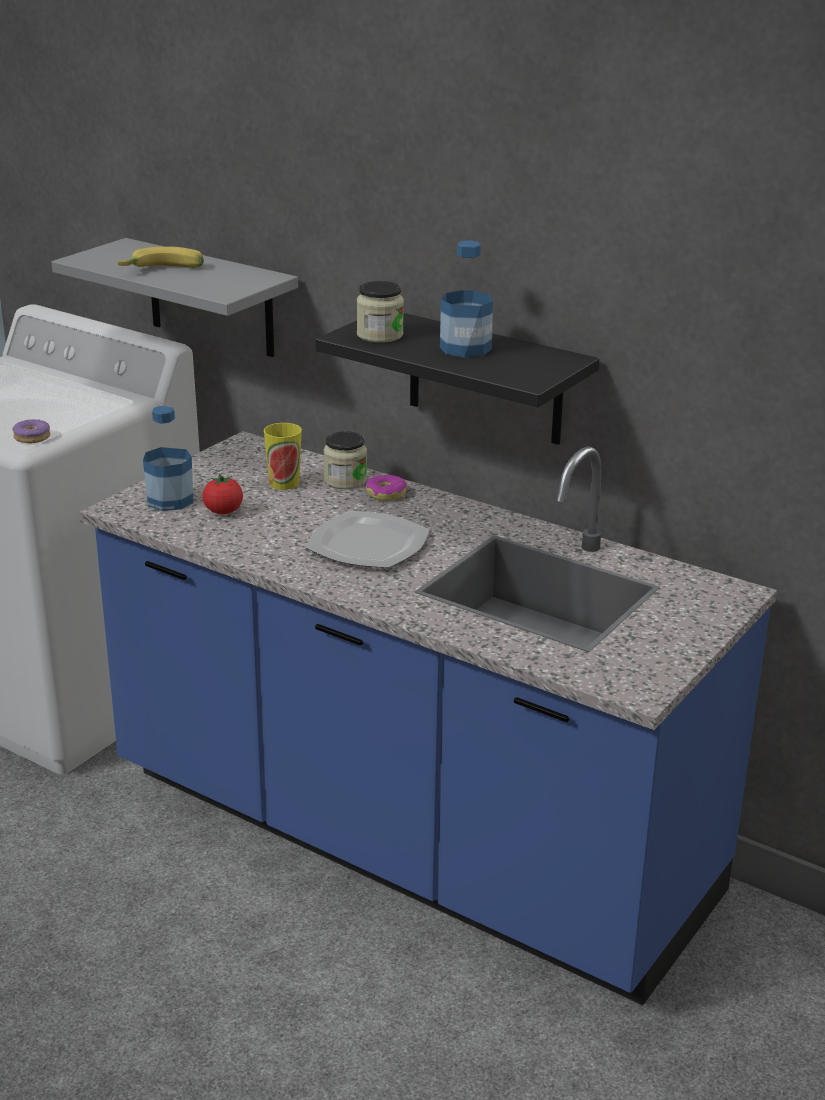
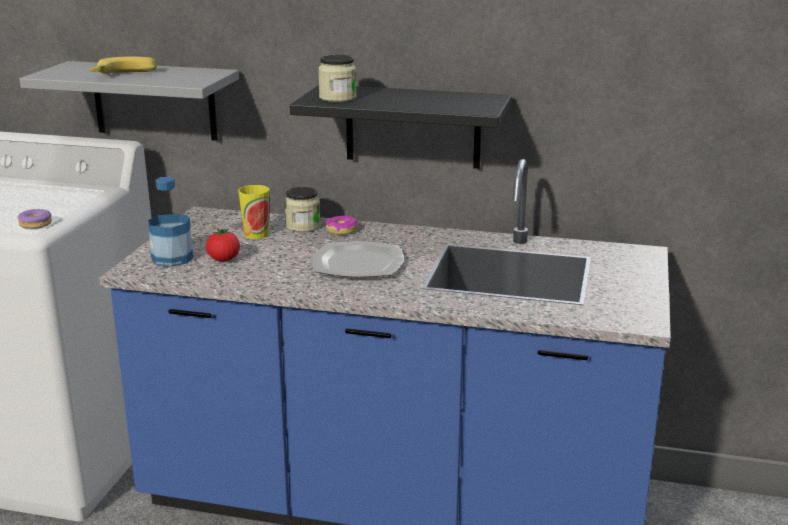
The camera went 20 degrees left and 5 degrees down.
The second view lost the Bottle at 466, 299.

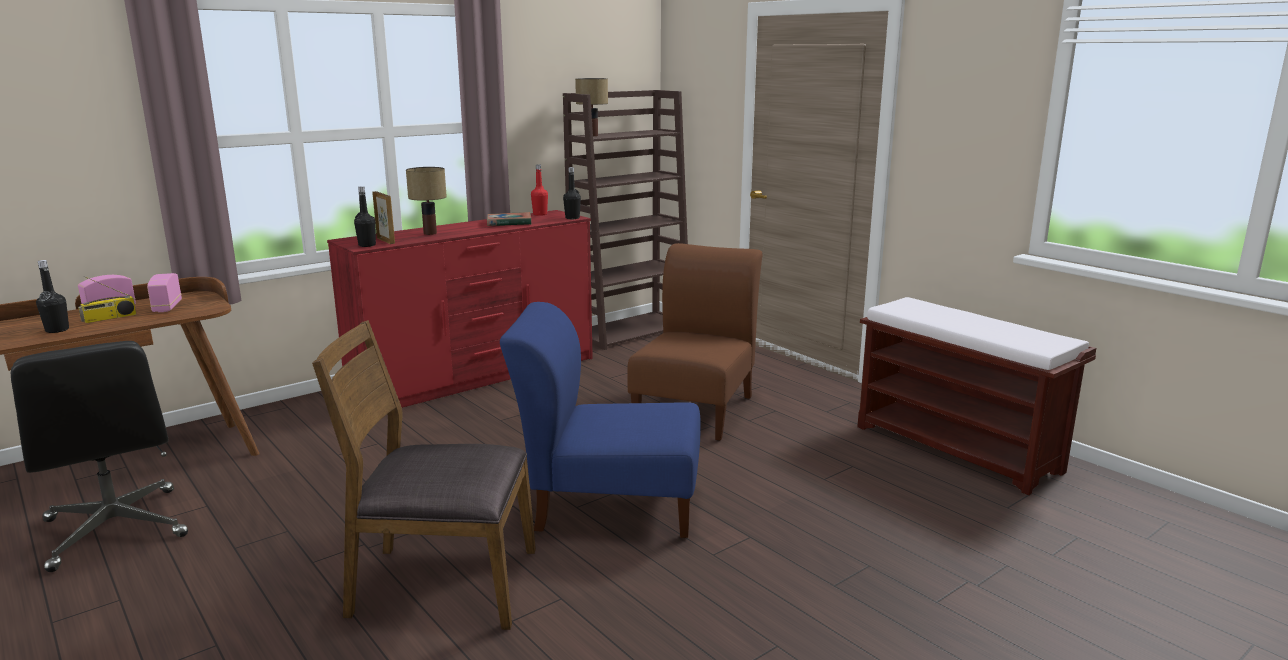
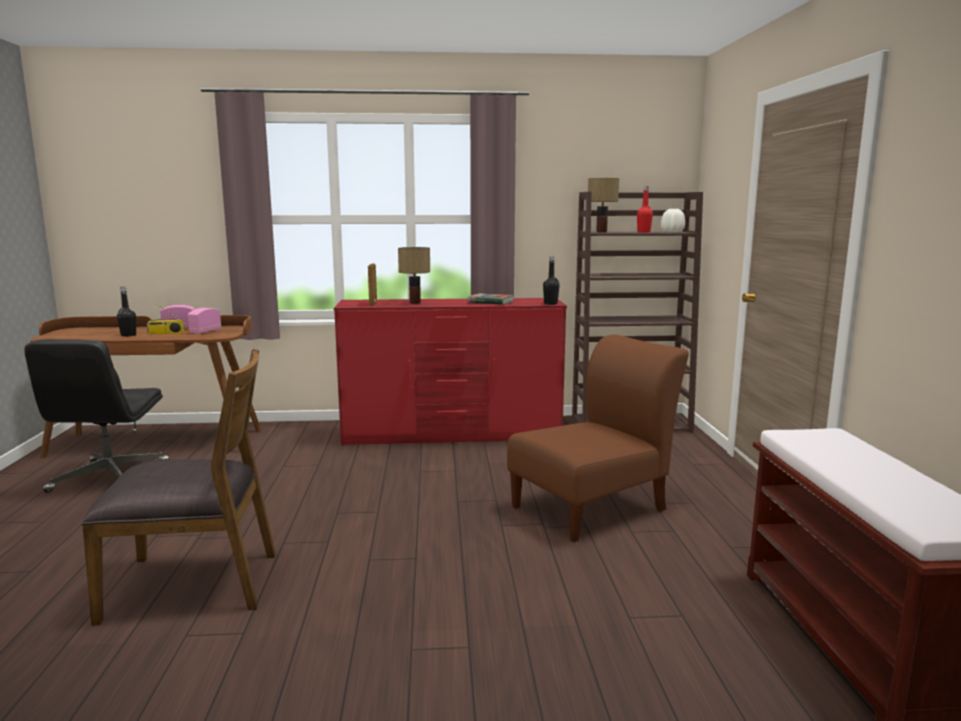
The camera went 35 degrees right and 5 degrees down.
The BrownChair at 424, 475 ended up facing another way, 135 degrees clockwise from before.
The second view lost the BlackBottle at 365, 216.
The second view lost the BlueChair at 600, 420.
The RedBottle ended up elsewhere, having gone from 539, 190 to 645, 209.
The second view gained the WhiteVase at 673, 220.

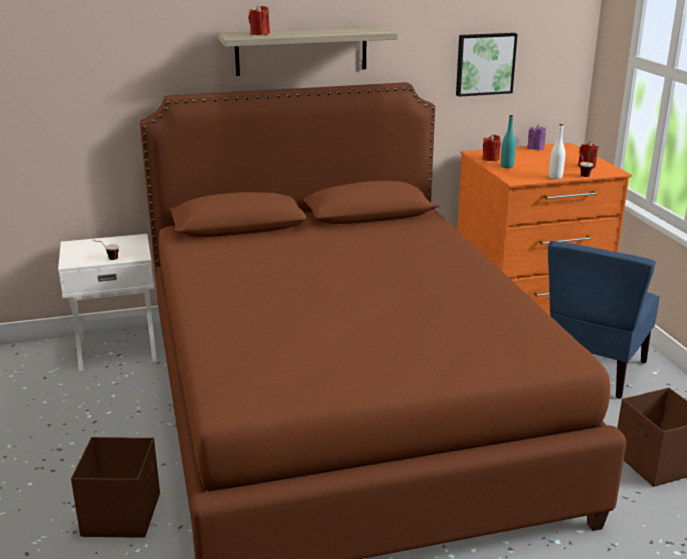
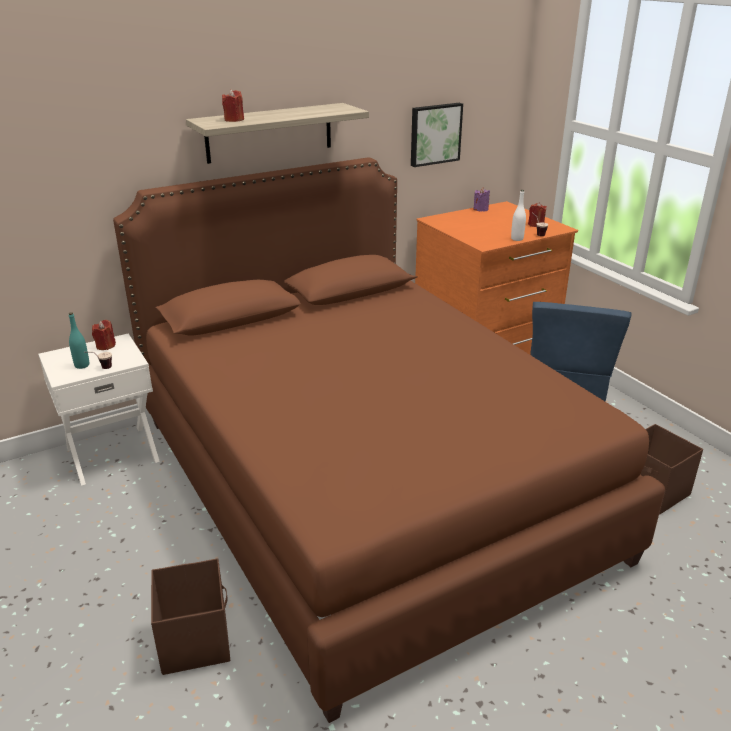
The camera went 15 degrees left and 5 degrees up.
The RedCandle ended up elsewhere, having gone from 491, 147 to 104, 335.
The TurquoiseBottle ended up elsewhere, having gone from 508, 141 to 79, 340.

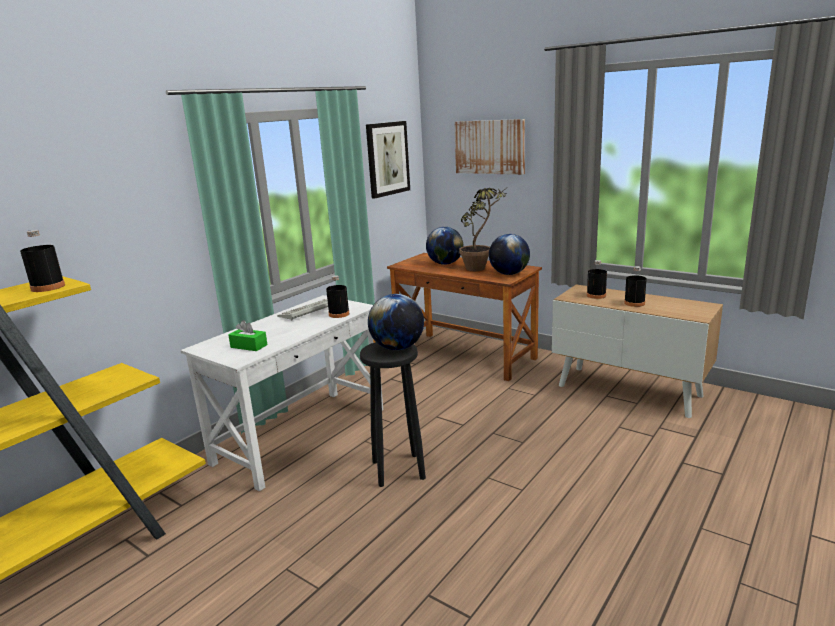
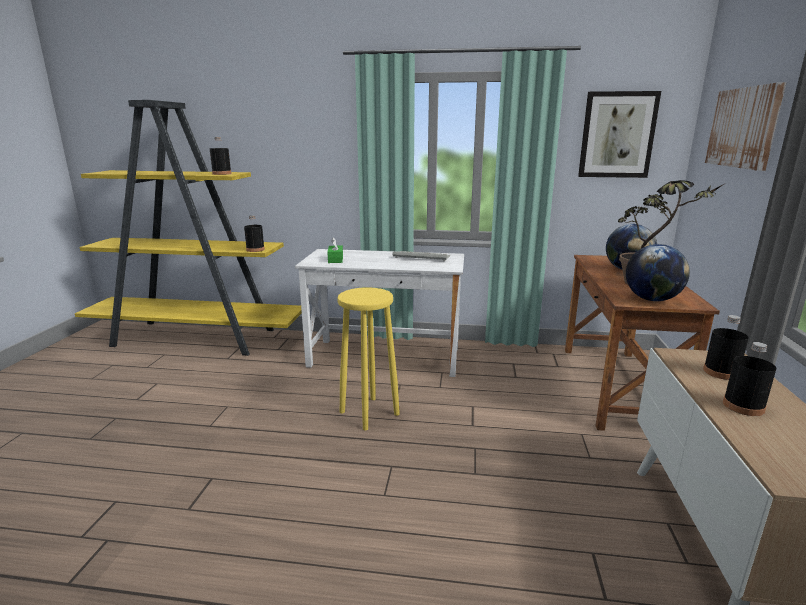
The camera went 60 degrees right and 0 degrees up.
The BlackBottle ended up elsewhere, having gone from 338, 296 to 254, 233.
What was the BlackStool at 393, 414 turned into the YellowStool at 368, 358.
The second view lost the Globe at 396, 322.

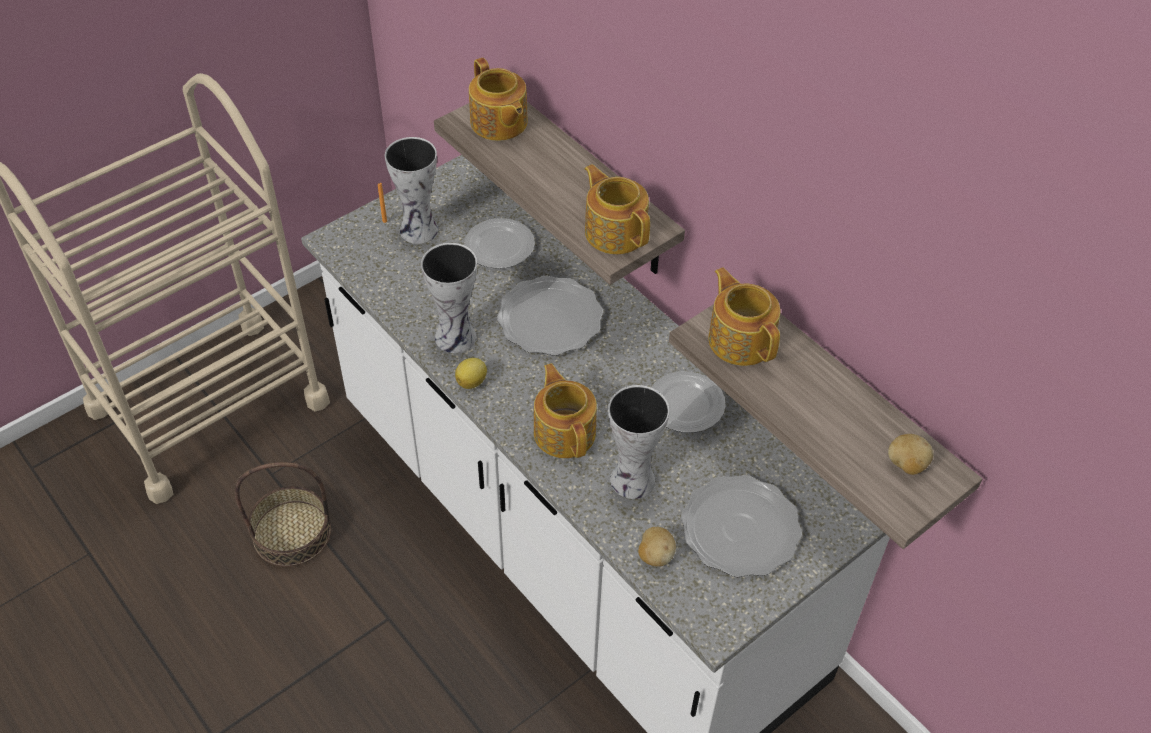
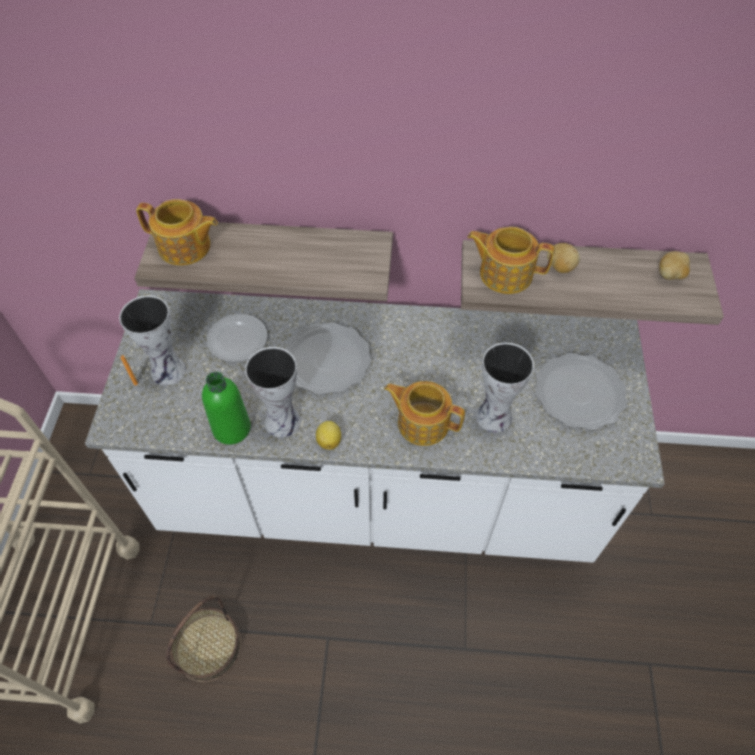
The camera went 45 degrees left and 5 degrees up.
The second view lost the Teapot at 617, 209.
The Potato ended up elsewhere, having gone from 657, 547 to 563, 258.
The second view lost the Plate at 688, 402.
The second view gained the GreenBottle at 226, 408.

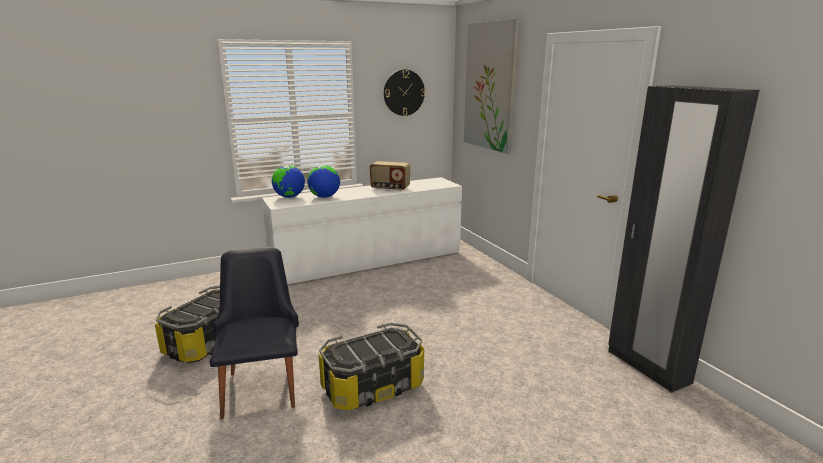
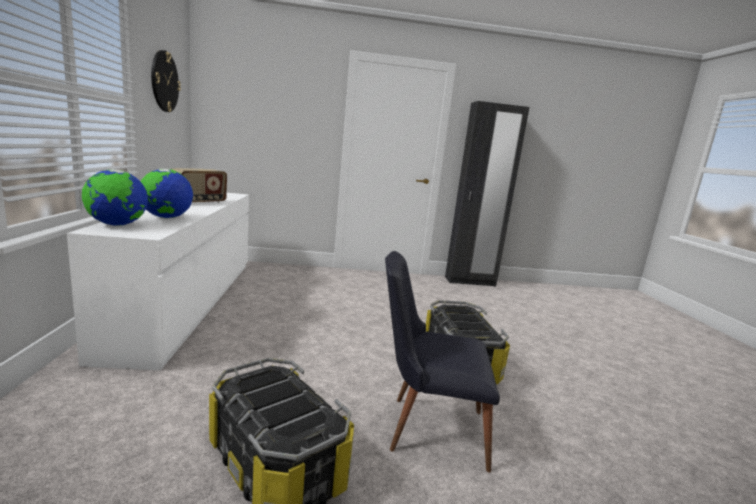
The camera went 70 degrees left and 5 degrees down.
The second view lost the Picture at 492, 86.

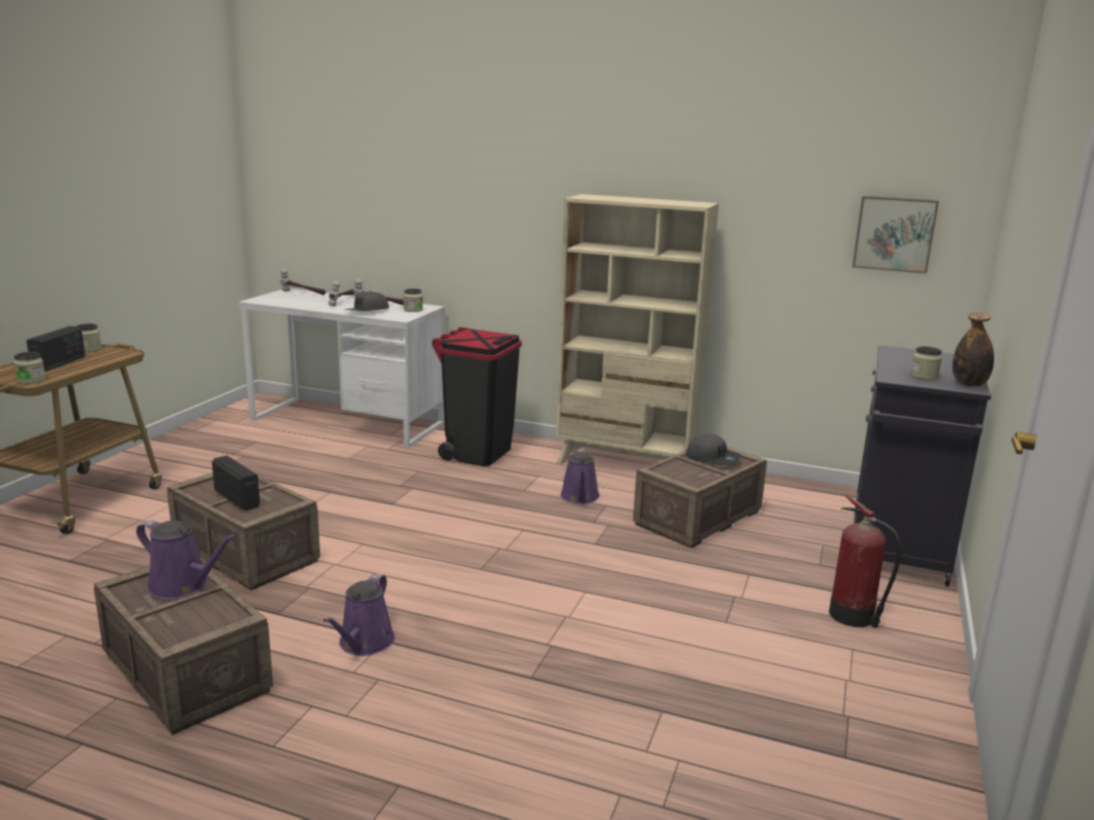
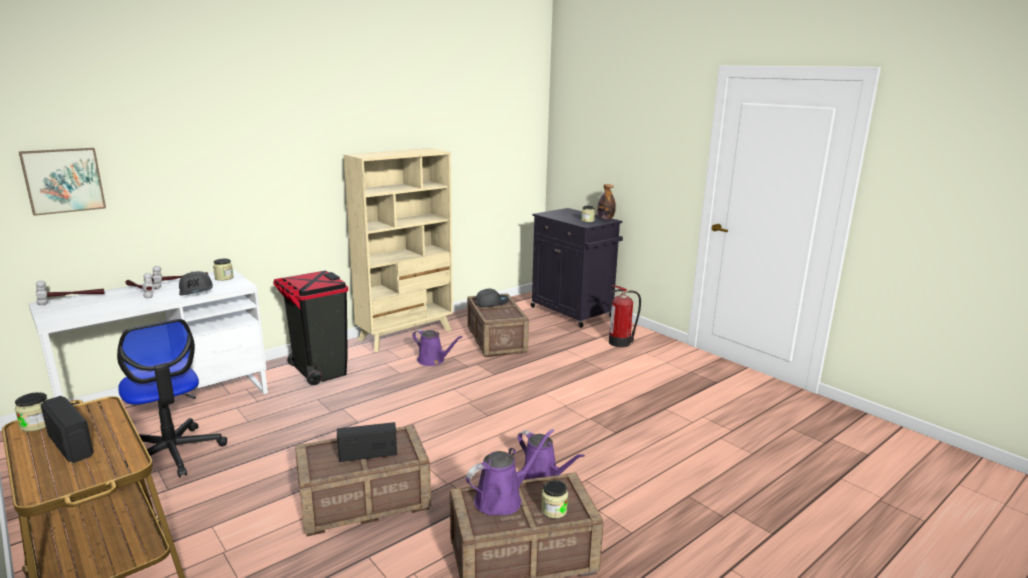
The camera went 60 degrees left and 0 degrees up.
The Jar ended up elsewhere, having gone from 30, 368 to 554, 499.
The Picture ended up elsewhere, having gone from 895, 235 to 62, 182.
The second view gained the OfficeChair at 172, 398.

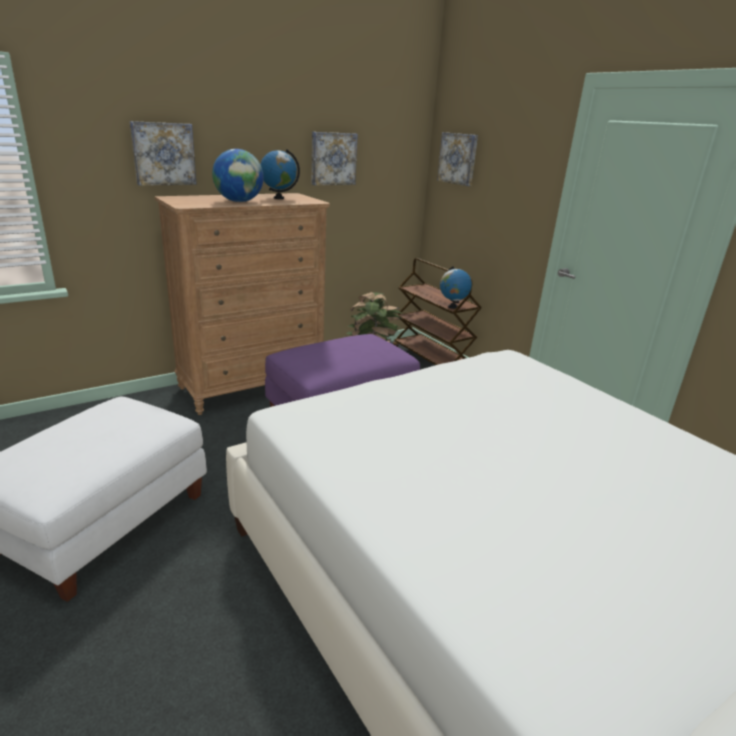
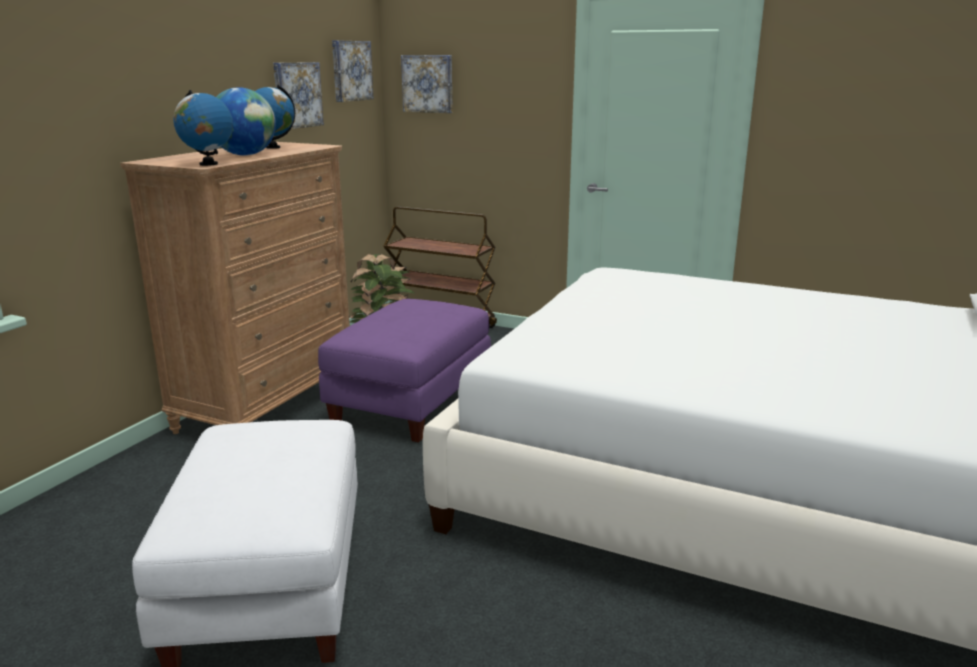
The camera went 30 degrees left and 5 degrees down.
The Picture ended up elsewhere, having gone from 163, 153 to 353, 71.
The Globe ended up elsewhere, having gone from 456, 287 to 203, 128.

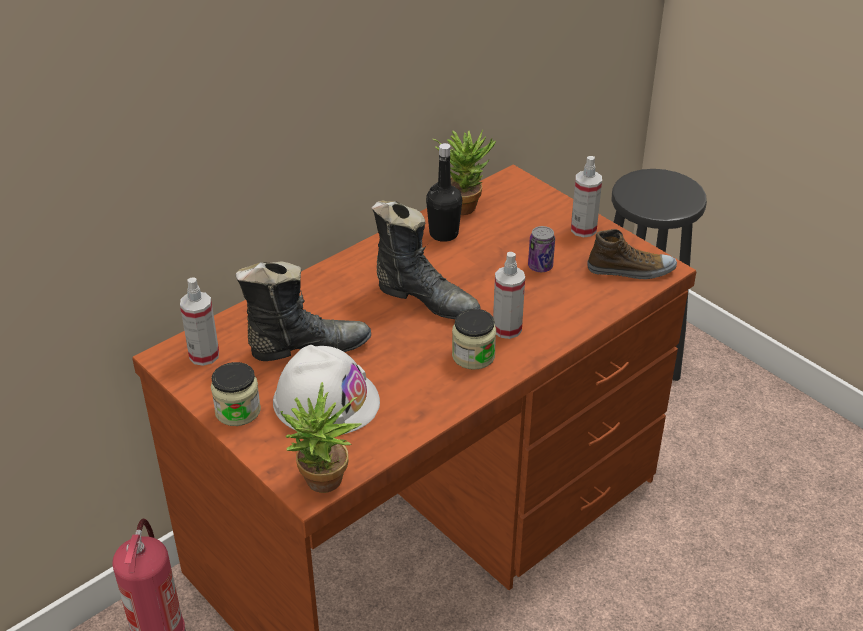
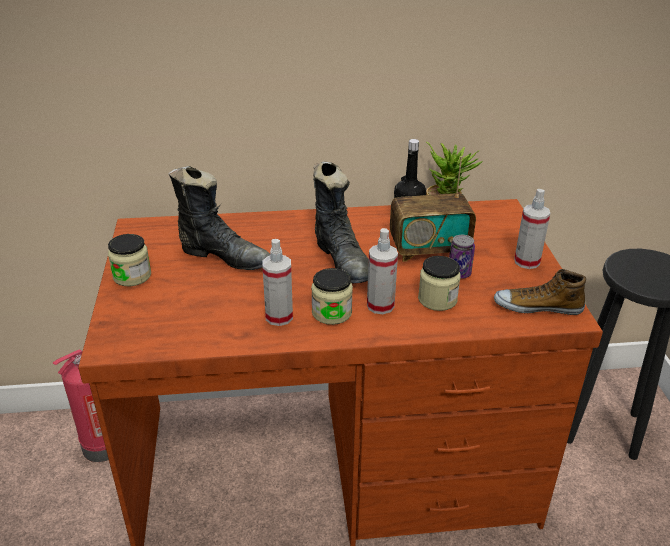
The camera went 35 degrees right and 5 degrees down.
The SprayBottle ended up elsewhere, having gone from 199, 321 to 277, 282.
The second view lost the WhiteHardHat at 326, 390.
The second view lost the PottedPlant at 320, 437.
The Shoe at 632, 254 ended up facing another way, 150 degrees clockwise from before.
The second view gained the Radio at 433, 209.
The second view gained the Jar at 439, 283.

